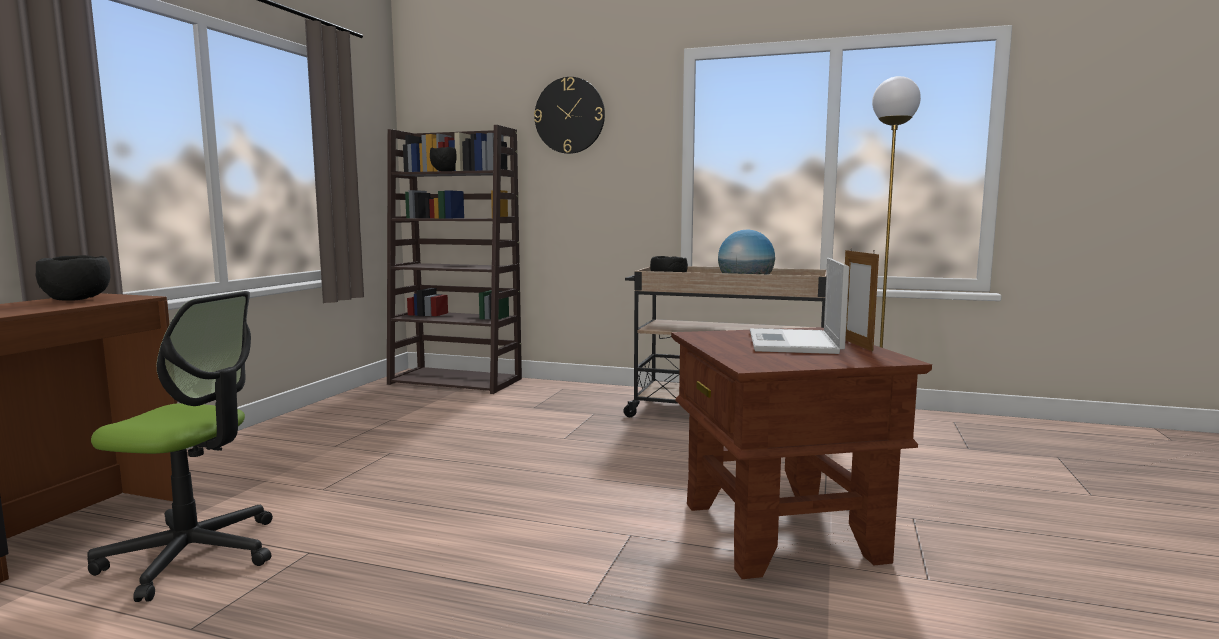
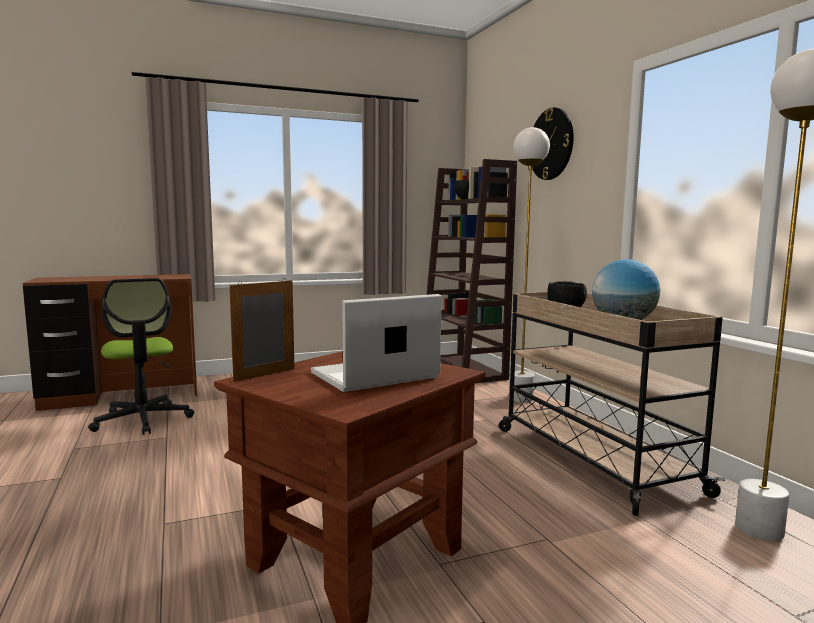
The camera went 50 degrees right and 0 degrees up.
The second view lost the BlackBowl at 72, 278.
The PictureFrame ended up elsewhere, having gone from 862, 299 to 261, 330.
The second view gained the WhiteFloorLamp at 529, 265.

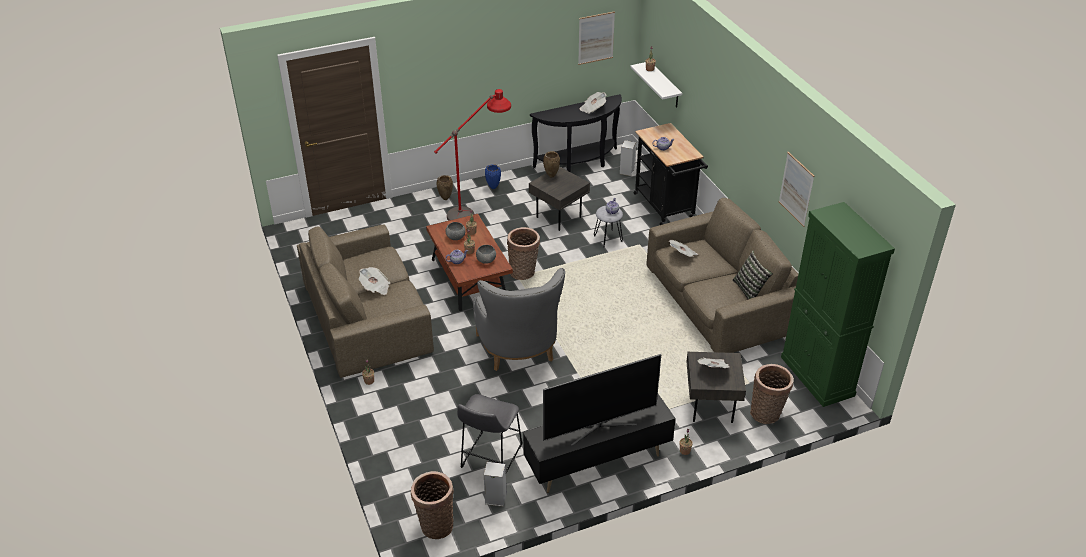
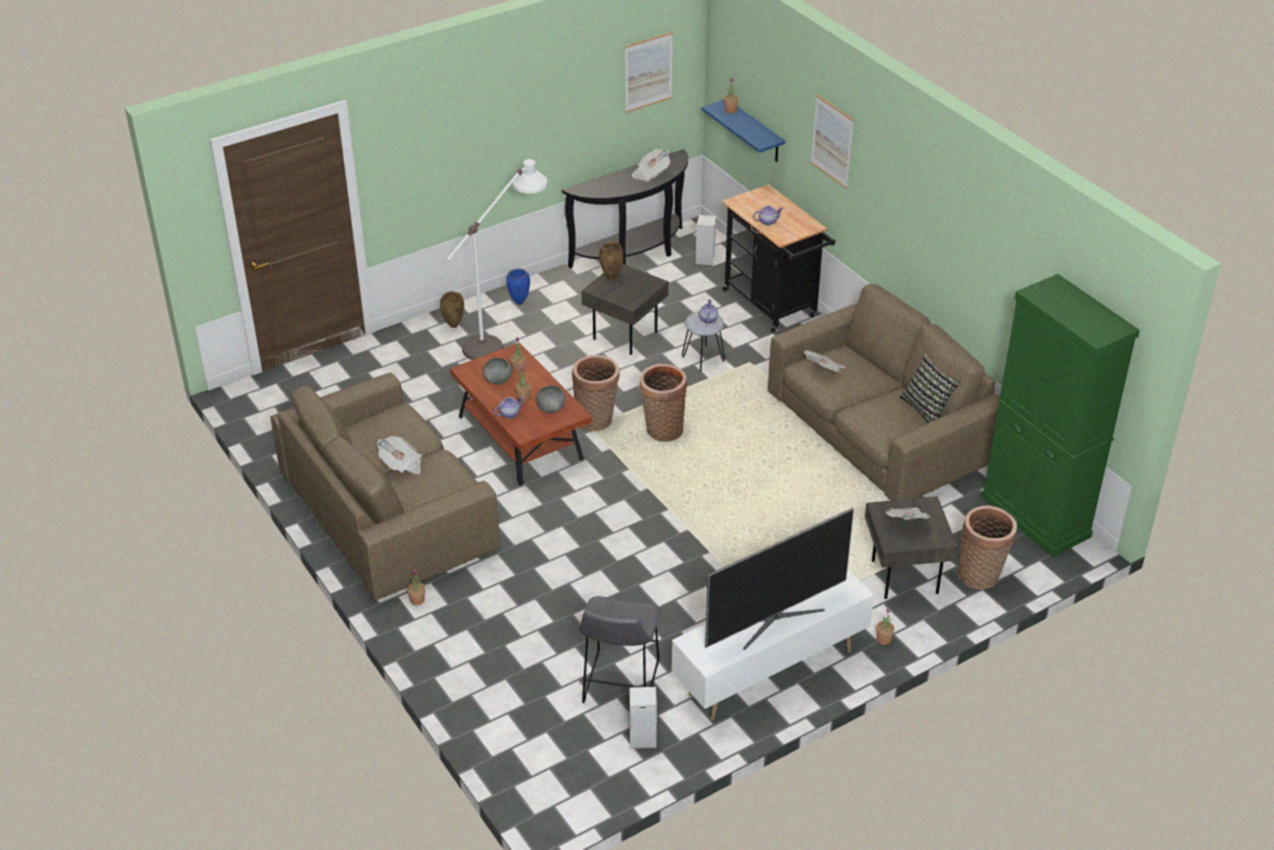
The camera went 10 degrees left and 0 degrees up.
The Basket ended up elsewhere, having gone from 432, 505 to 663, 403.
What was the RedFloorLamp at 472, 155 turned into the WhiteFloorLamp at 497, 259.
The second view lost the GreyArmchair at 519, 319.
What was the BlackTvStand at 599, 443 turned into the WhiteTvStand at 773, 645.
What was the WhiteShelf at 656, 85 turned into the BlueShelf at 743, 131.
The Picture ended up elsewhere, having gone from 796, 189 to 832, 141.

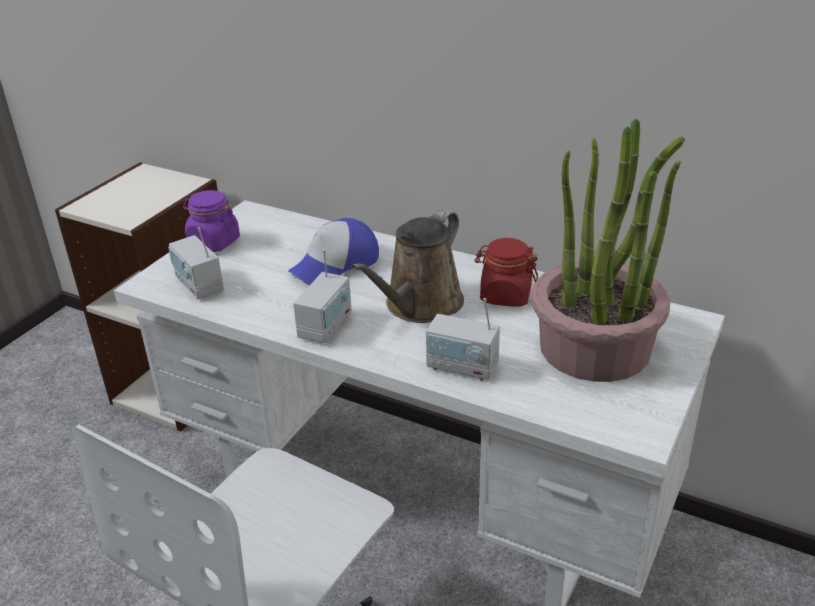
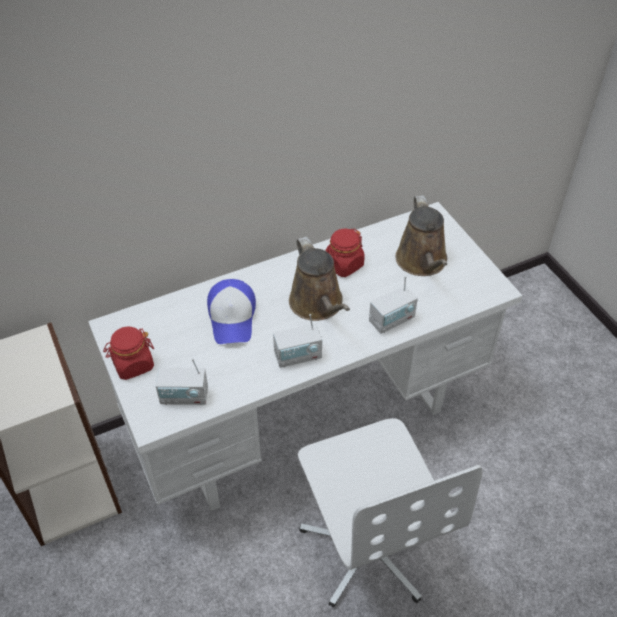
The camera went 55 degrees left and 15 degrees up.
What was the PurpleJar at 211, 221 turned into the RedJar at 128, 353.
The Radio at 322, 296 ended up facing another way, 105 degrees clockwise from before.
Where the PottedPlant stood at 608, 250, the BrownWateringCan came to stand at 421, 235.

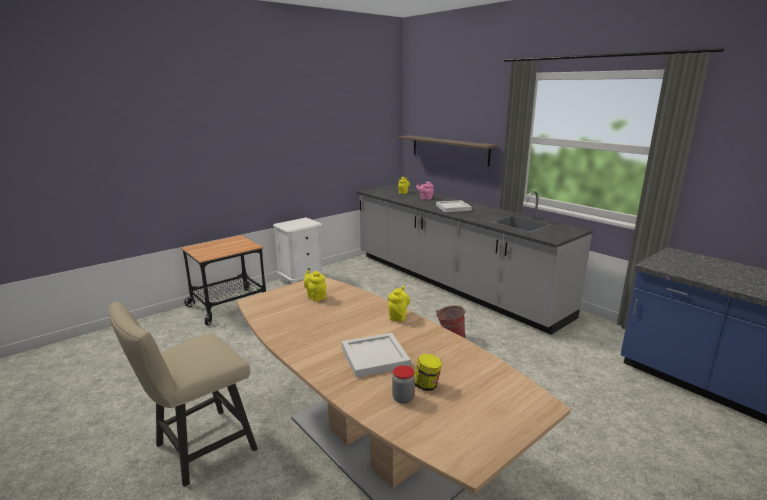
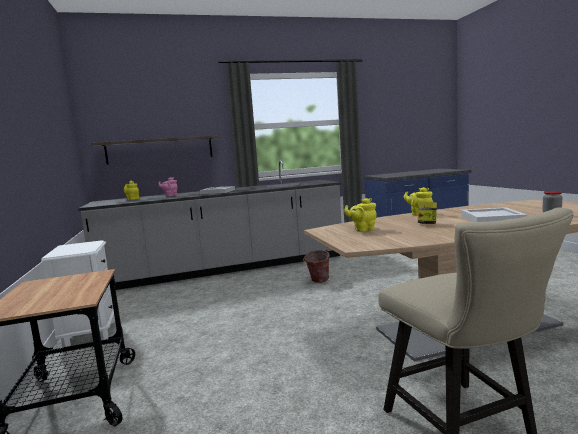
The camera went 65 degrees left and 10 degrees down.
The Jar ended up elsewhere, having gone from 428, 372 to 427, 213.

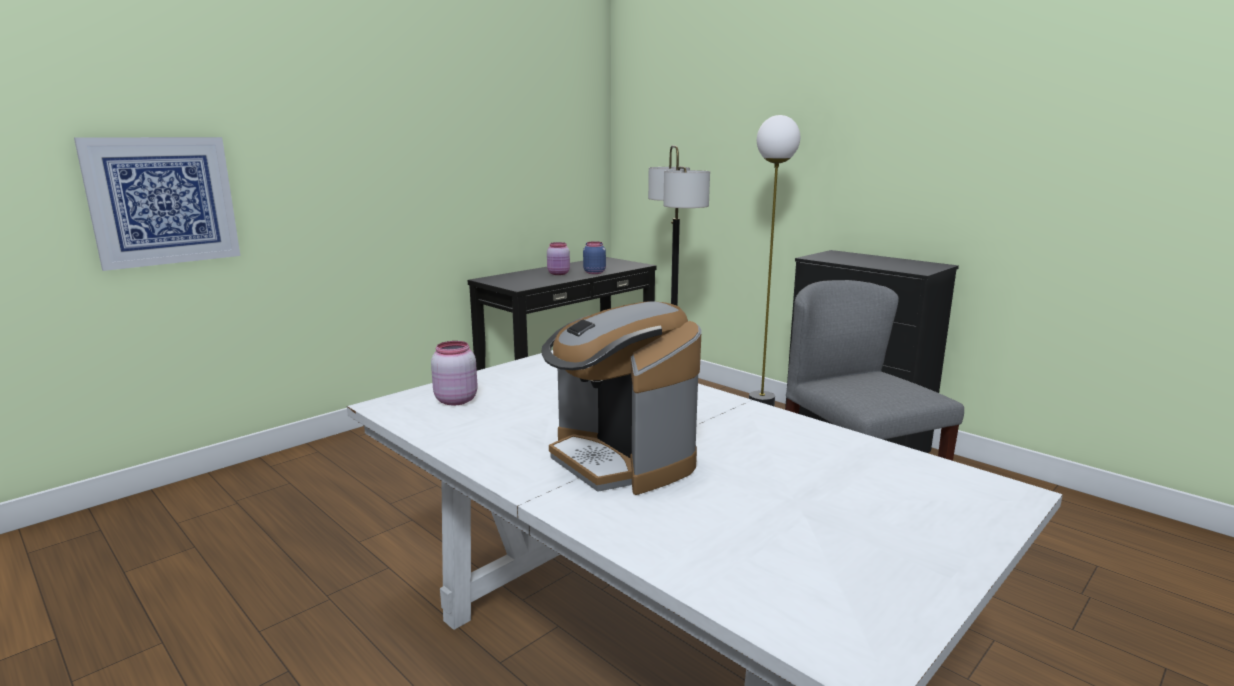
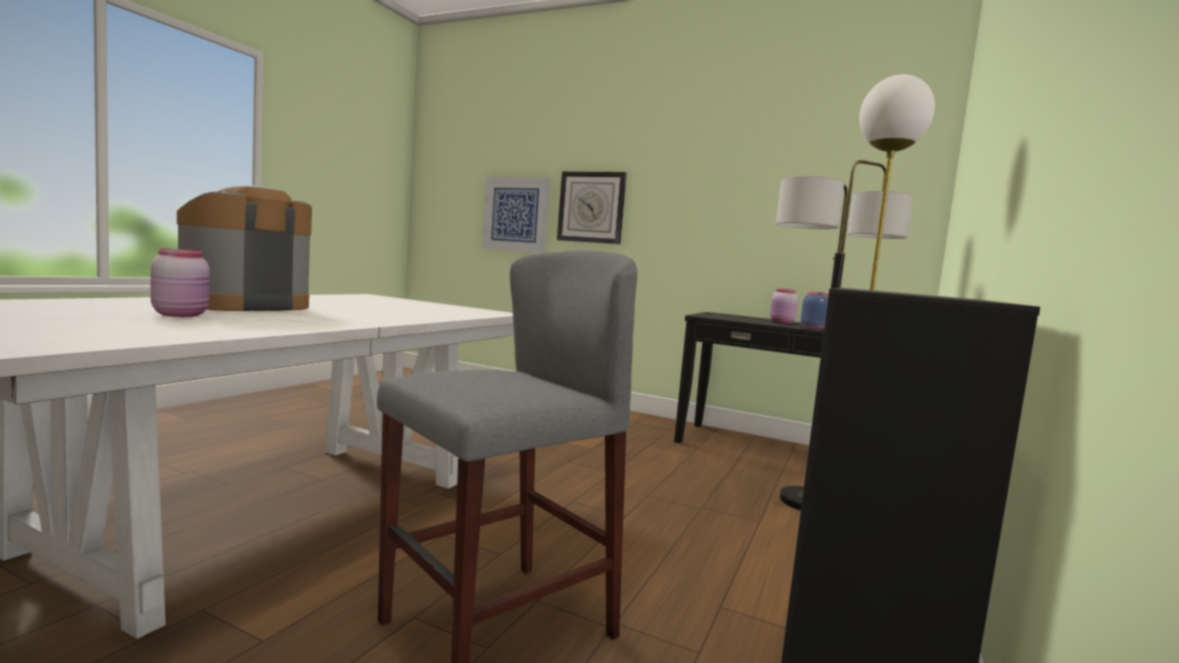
The camera went 70 degrees right and 10 degrees down.
The PinkJar ended up elsewhere, having gone from 454, 373 to 180, 282.
The second view gained the WallClock at 592, 207.

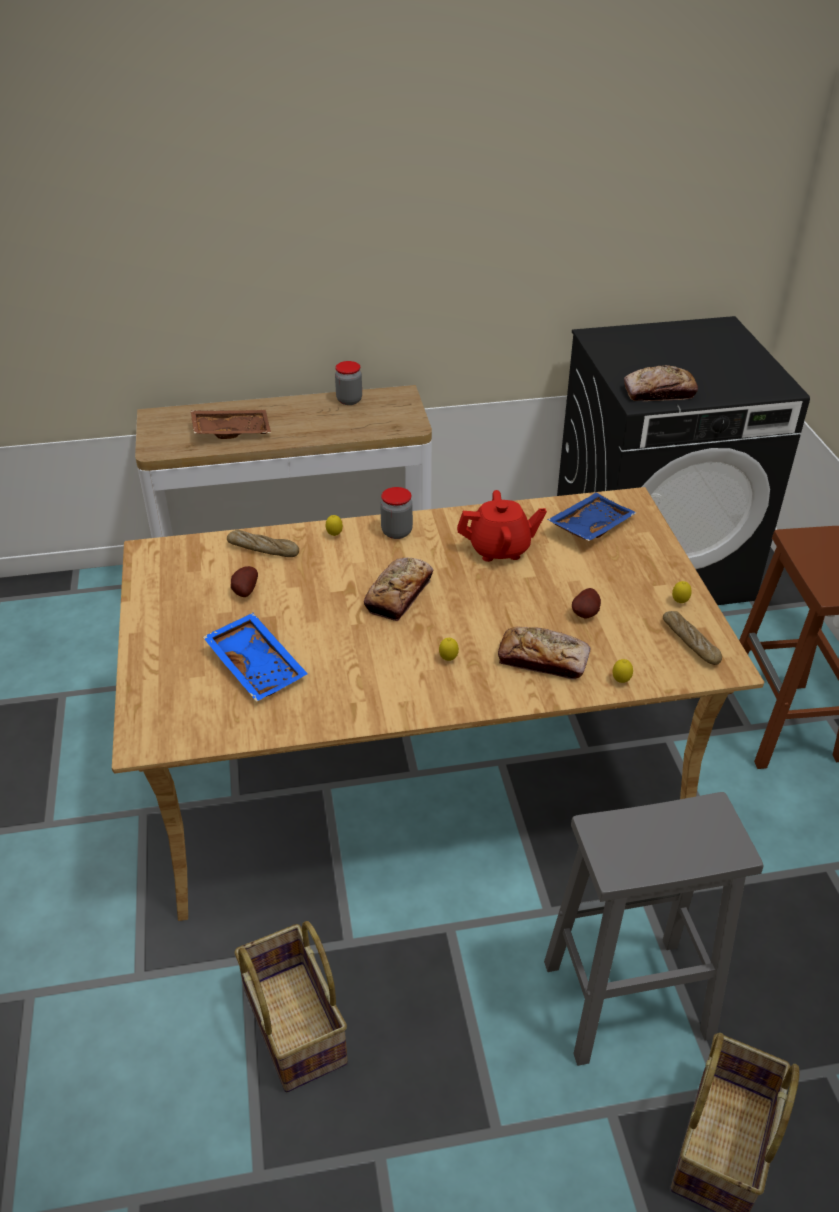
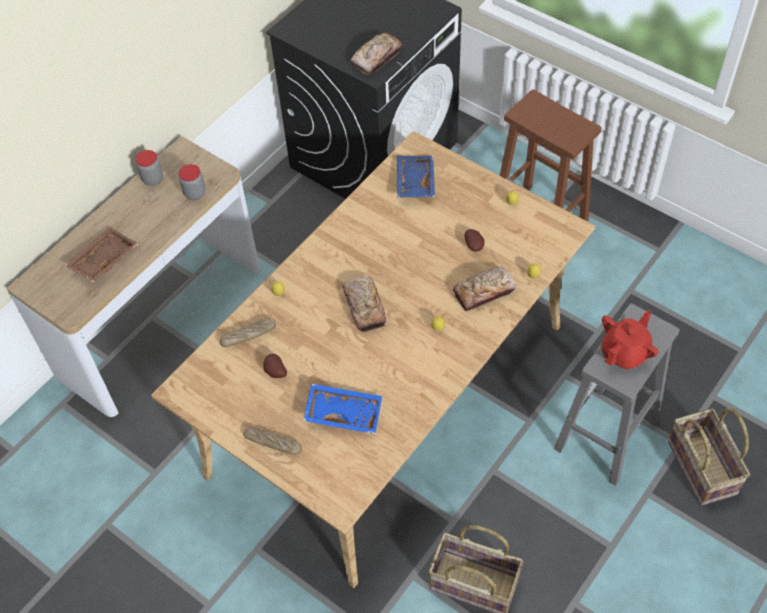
The camera went 40 degrees left and 15 degrees up.
The Jar ended up elsewhere, having gone from 396, 513 to 192, 182.
The RedTeapot ended up elsewhere, having gone from 502, 526 to 630, 340.
The Bread ended up elsewhere, having gone from 692, 638 to 272, 441.

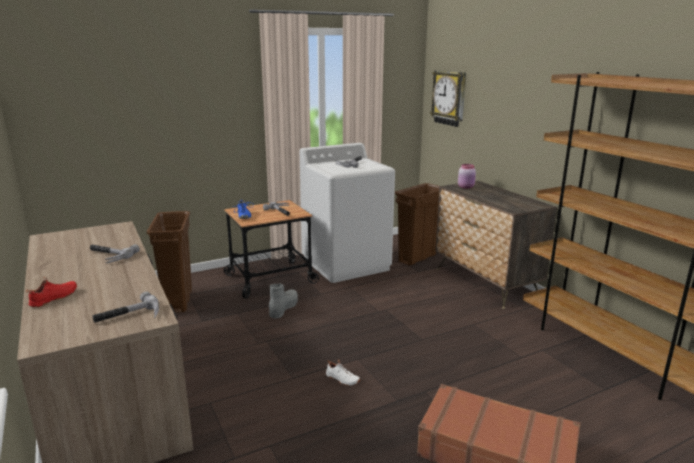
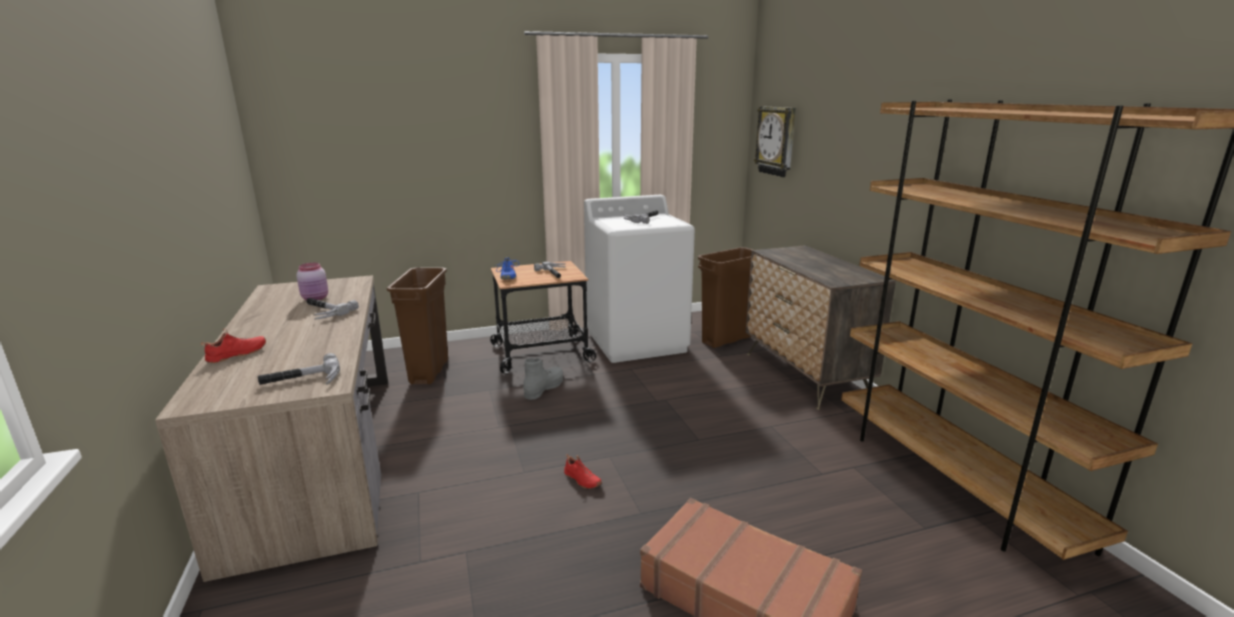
The camera went 10 degrees right and 0 degrees up.
What was the WhiteShoe at 343, 373 turned into the RedShoe at 583, 471.
The PinkJar ended up elsewhere, having gone from 467, 176 to 312, 281.

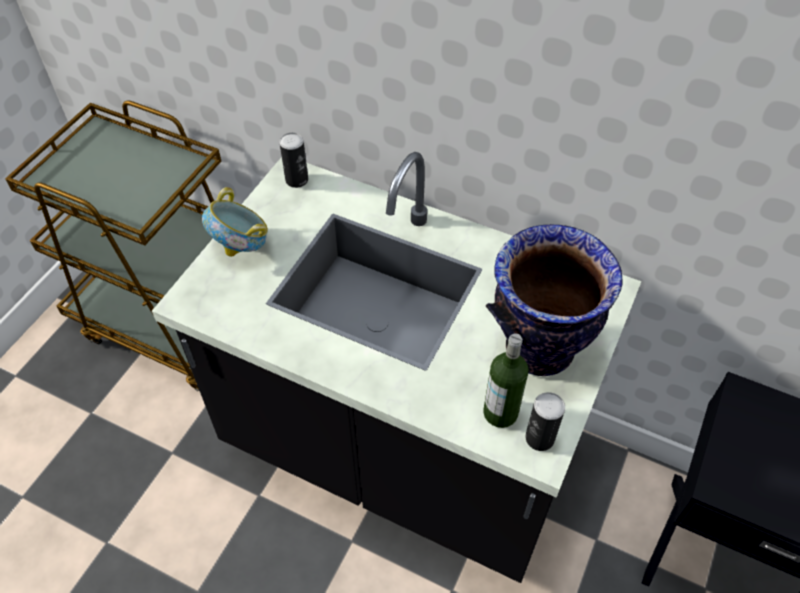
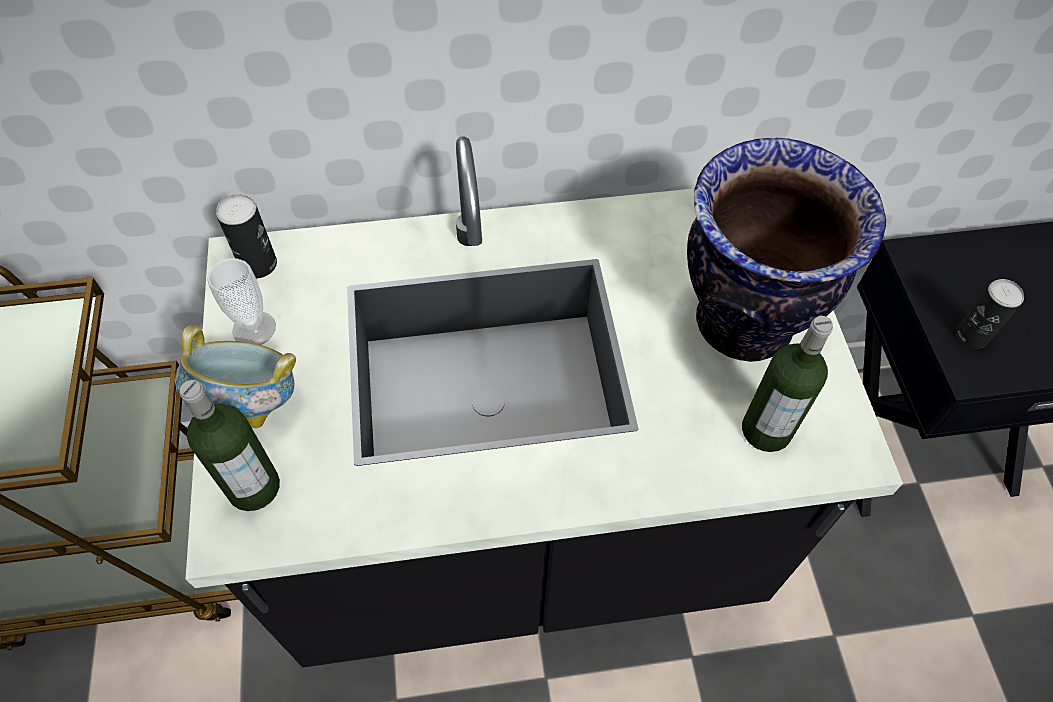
The camera went 35 degrees left and 5 degrees up.
The Can ended up elsewhere, having gone from 545, 421 to 990, 313.
The second view gained the Bottle at 230, 445.
The second view gained the Cup at 241, 301.

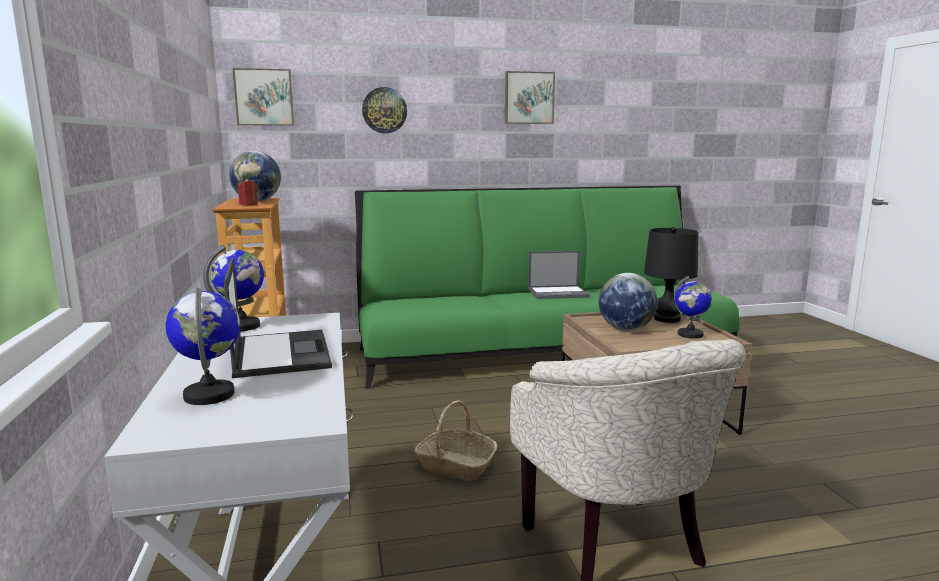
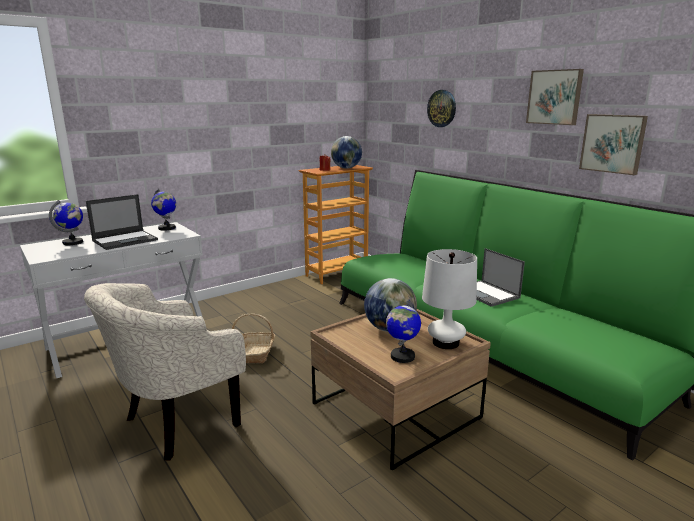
The camera went 65 degrees right and 5 degrees up.
The Picture ended up elsewhere, having gone from 263, 97 to 613, 144.
What was the BlackTableLamp at 671, 275 turned into the WhiteTableLamp at 449, 299.

